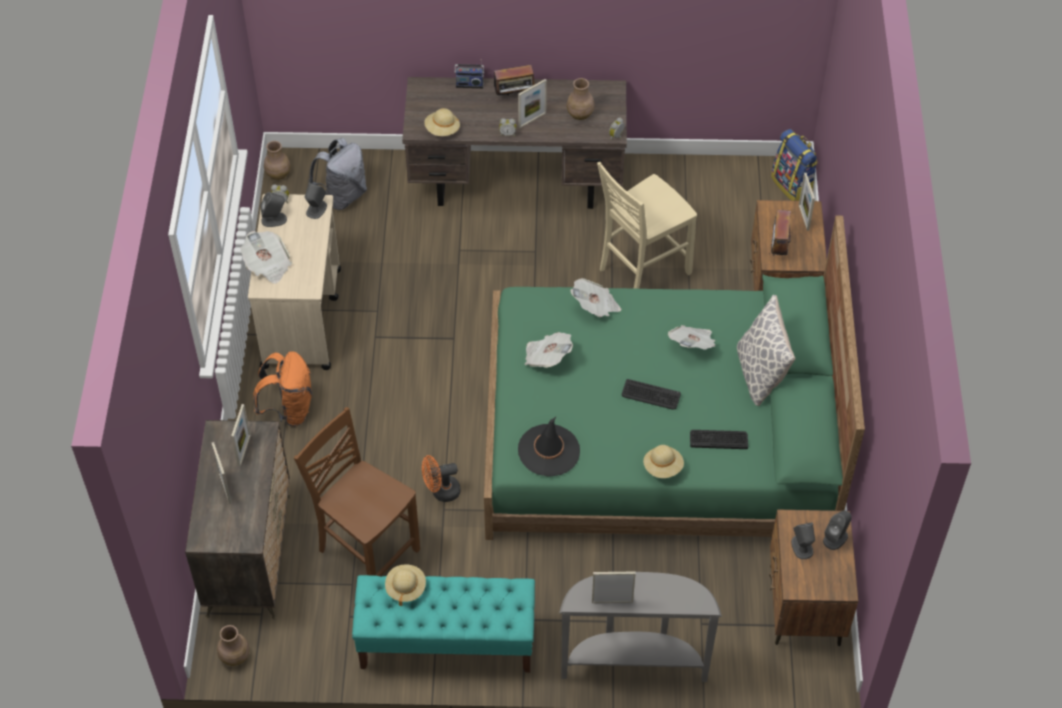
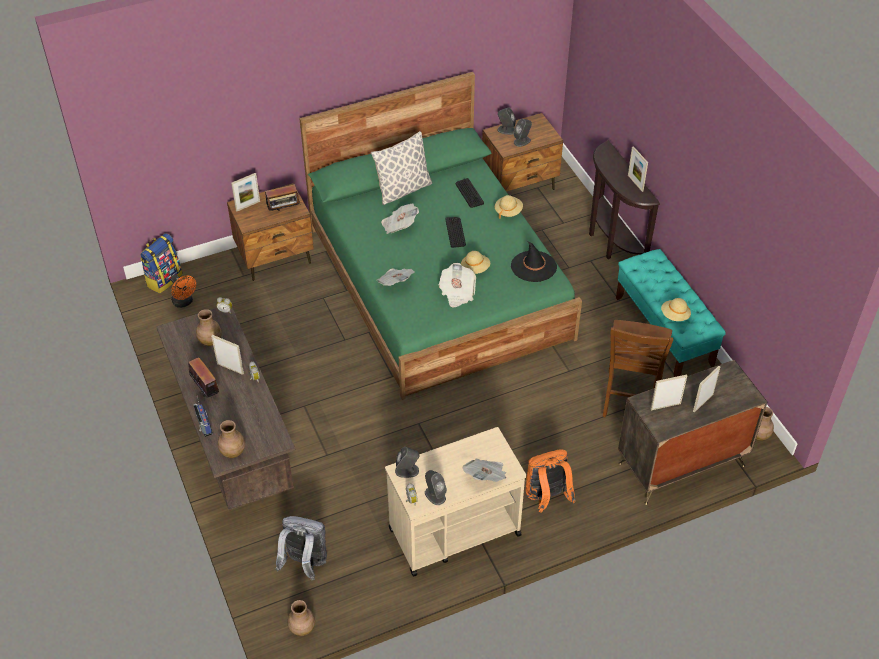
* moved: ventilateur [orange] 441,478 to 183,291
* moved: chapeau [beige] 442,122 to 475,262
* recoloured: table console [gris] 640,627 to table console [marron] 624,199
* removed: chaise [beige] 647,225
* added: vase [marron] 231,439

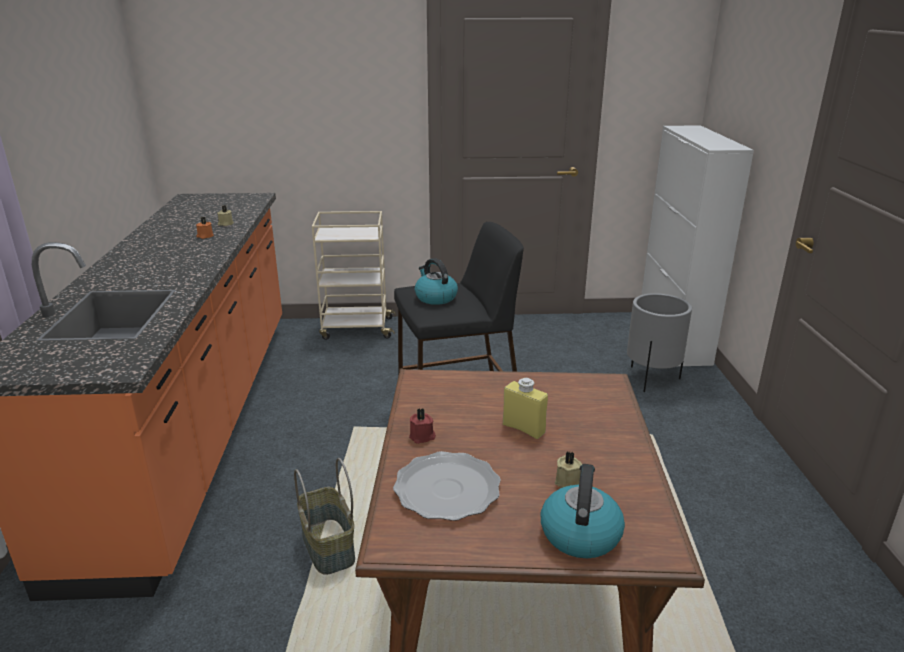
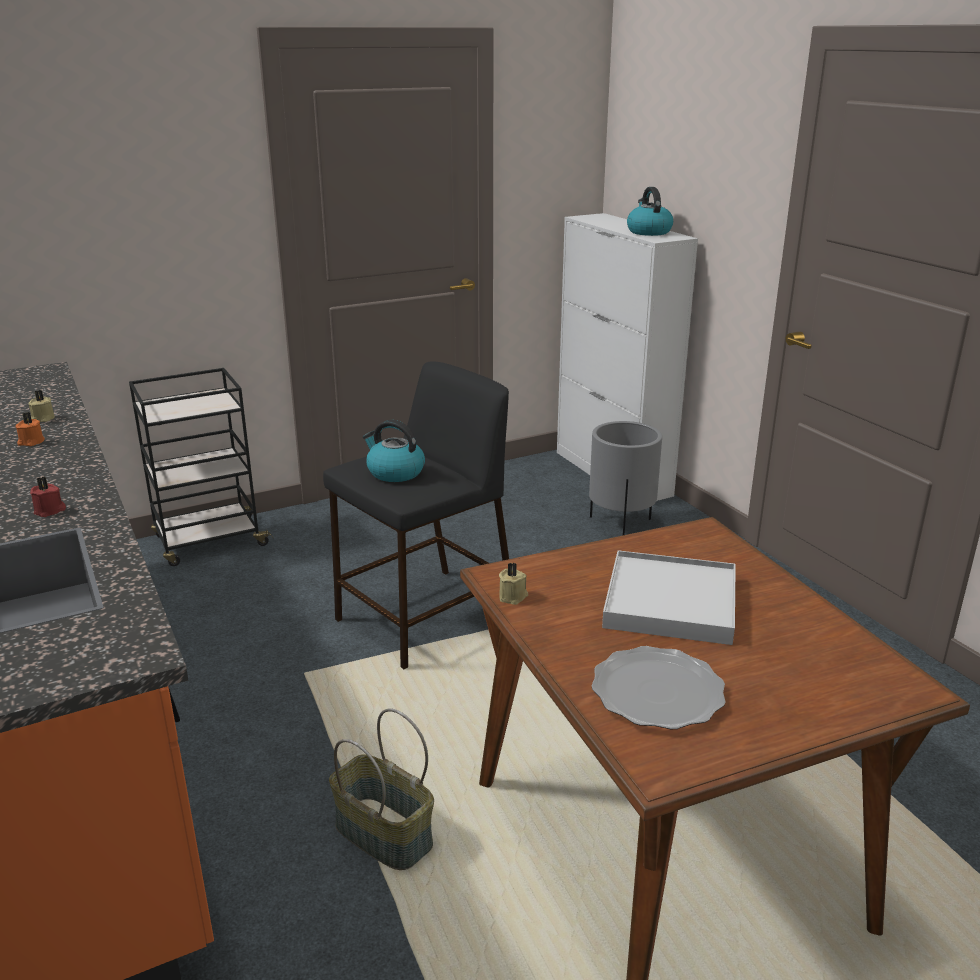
* recoloured: chariot [beige] 354,275 to chariot [noir] 201,467
* moved: bougie [rouge] 422,426 to 48,497
* replaced: bouteille [jaune] 525,408 to plateau [blanc] 669,597
* moved: bouilloire 583,511 to 650,211
* moved: bougie [beige] 568,470 to 513,584

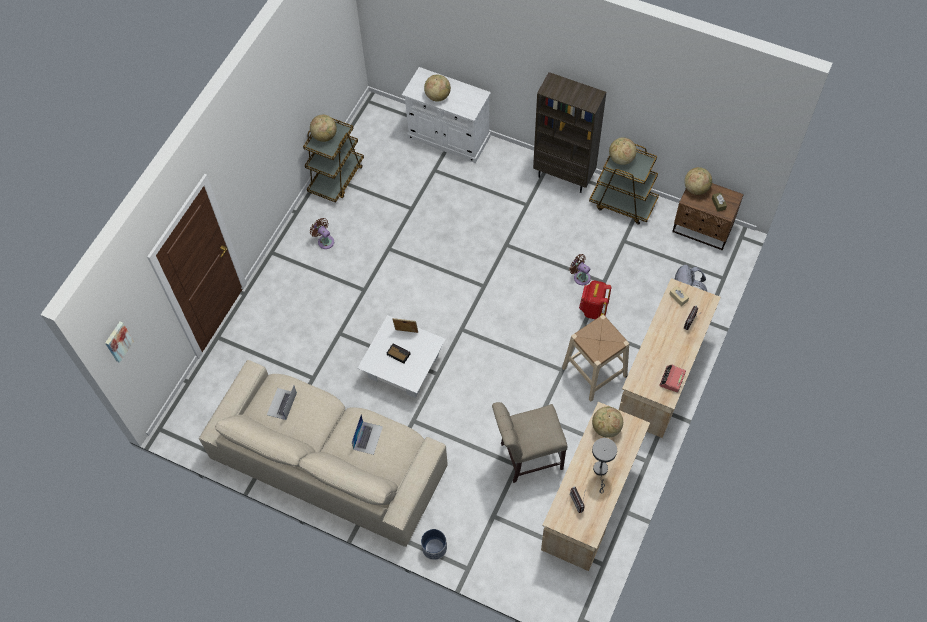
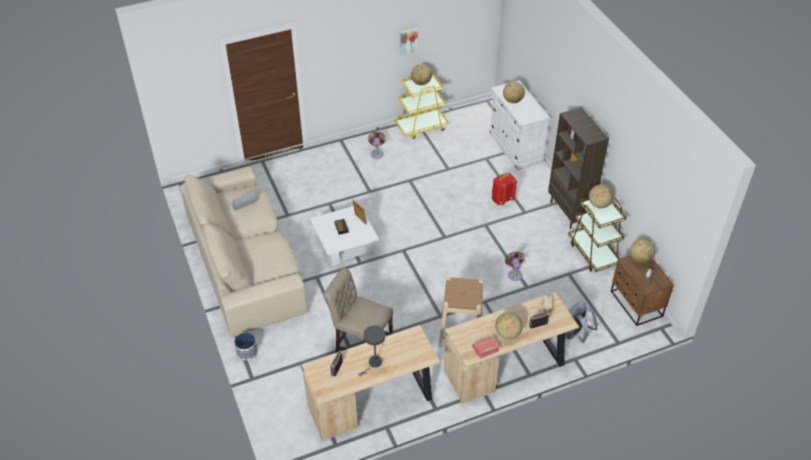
* moved: tableau 119,342 to 409,42
* recoloured: chariot [marron] 333,161 to chariot [jaune] 422,105
* removed: ordinateur portable 367,434
* moved: sac à dos [rouge] 595,299 to 504,189
* moved: globe 607,422 to 509,325

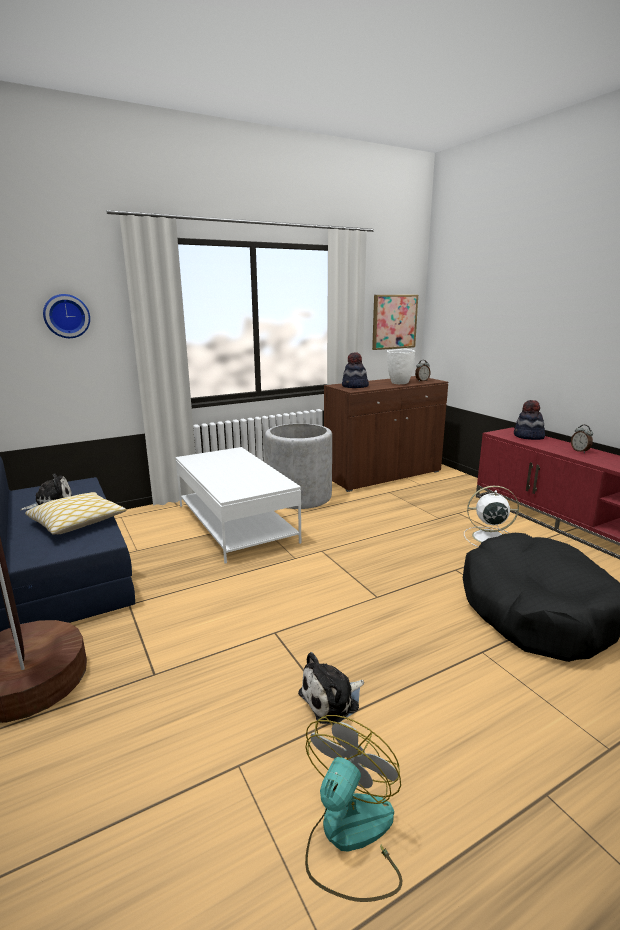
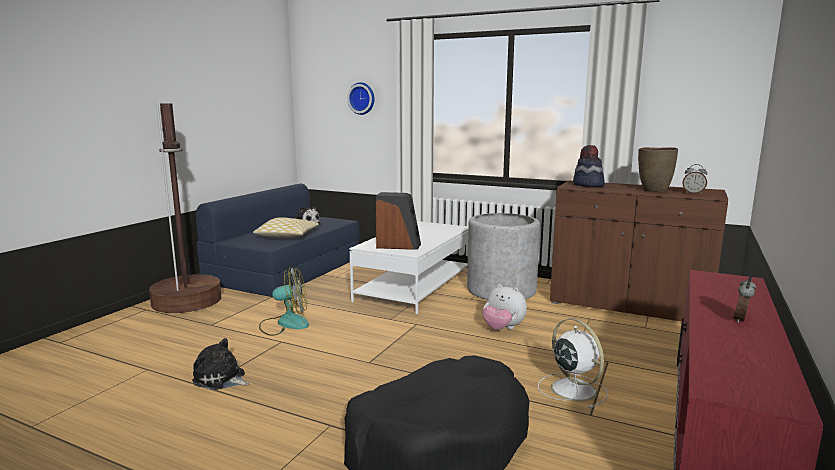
* moved: ventilateur 353,808 to 284,301
* removed: tableau 395,322
* recoloured: vase [blanc] 401,366 to vase [marron] 658,169
* removed: chapeau 529,420
* added: enceinte 398,221
* added: peluche 504,307

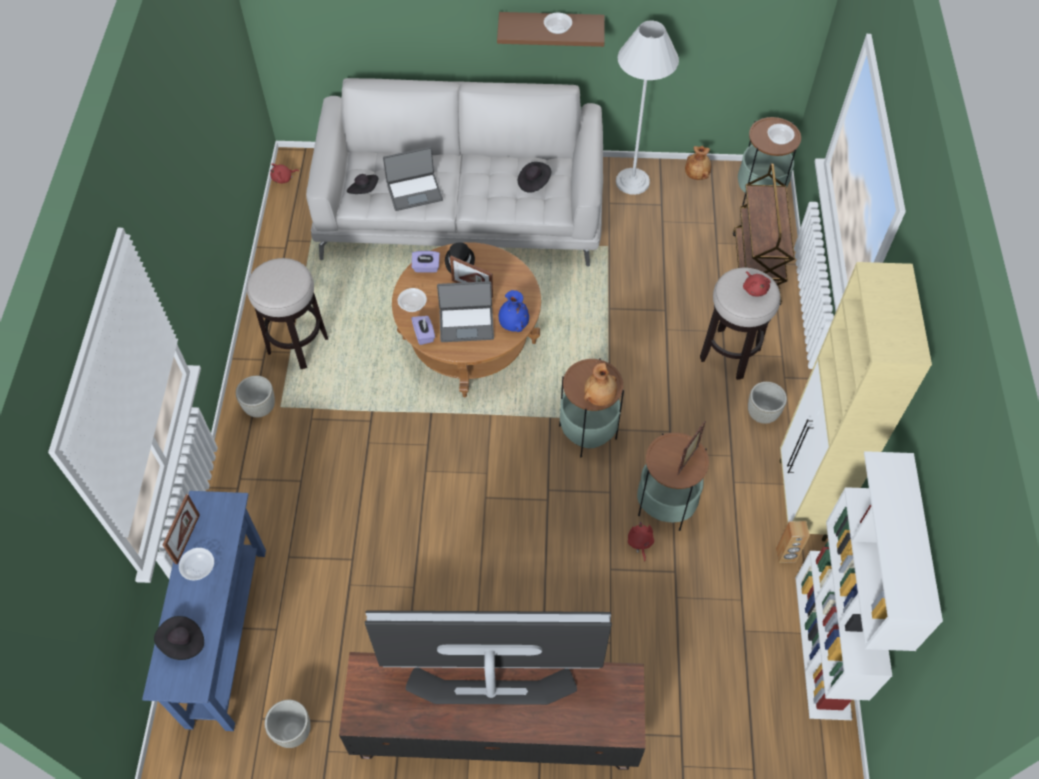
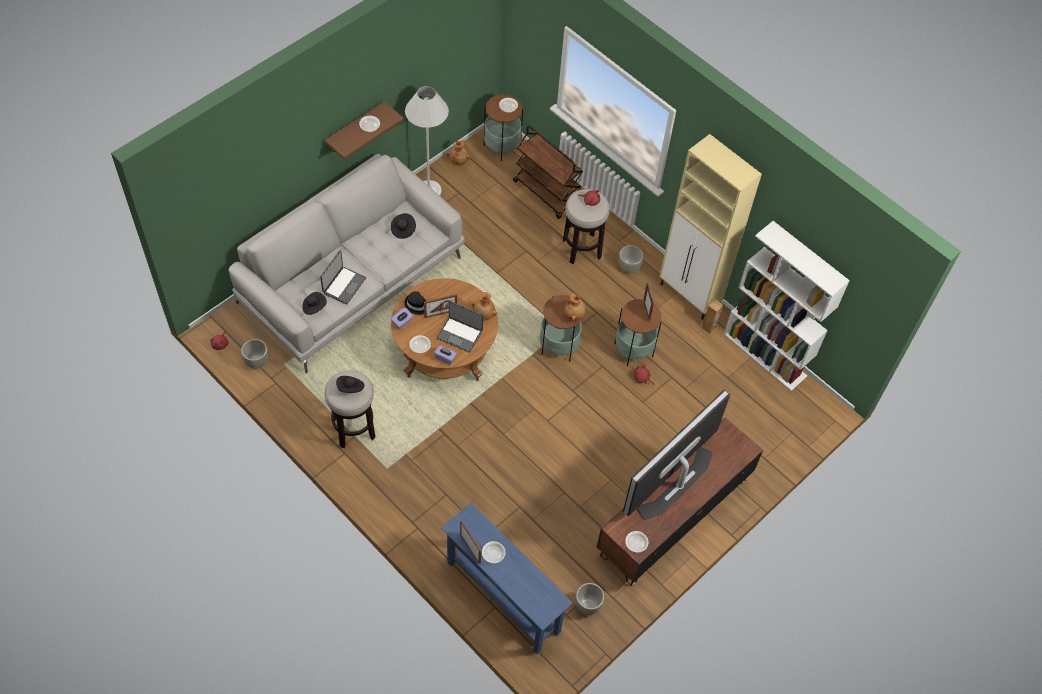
* moved: chapeau [noir] 179,638 to 350,384
* moved: cache-pot [gris] 255,396 to 254,354
* turned: ordinateur portable 465,311 = 459,327 75 degrees clockwise
* recoloured: vase [bleu] 514,311 to vase [marron] 484,306
* added: bol 636,541

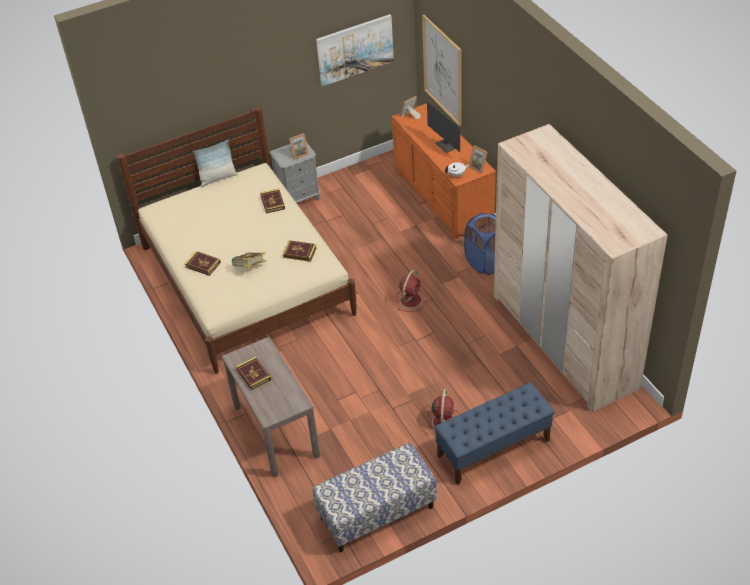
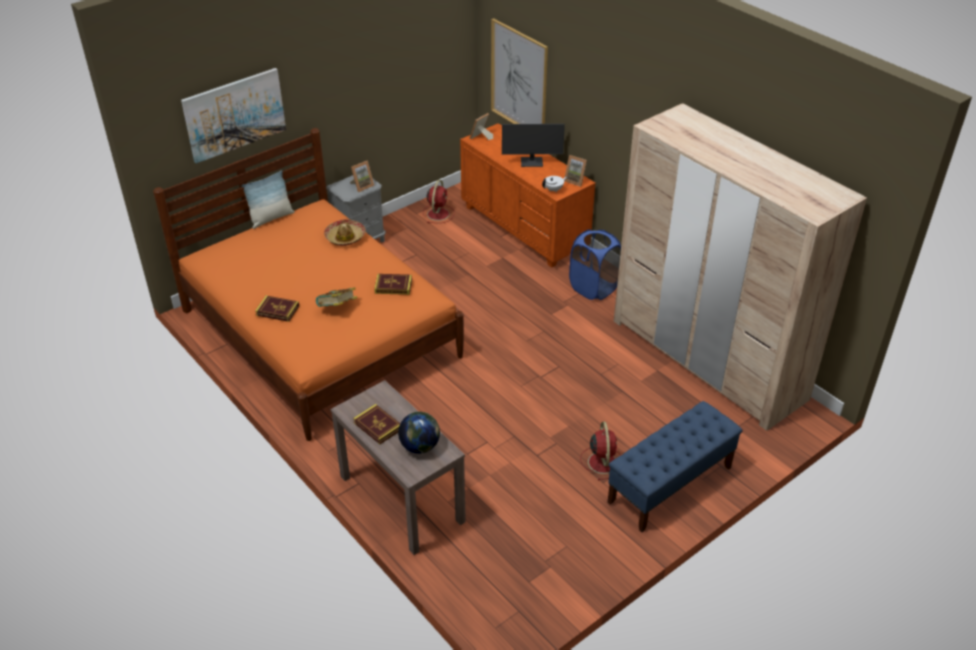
* recoloured: lit [beige] 236,239 to lit [orange] 308,284
* replaced: livre 272,201 to chapeau 345,232
* removed: banc 375,497
* moved: tableau 355,50 to 233,116
* moved: ventilateur [rouge] 411,291 to 439,201
* turned: écran d'ordinateur 443,127 = 533,145 45 degrees counterclockwise
* added: globe 419,433

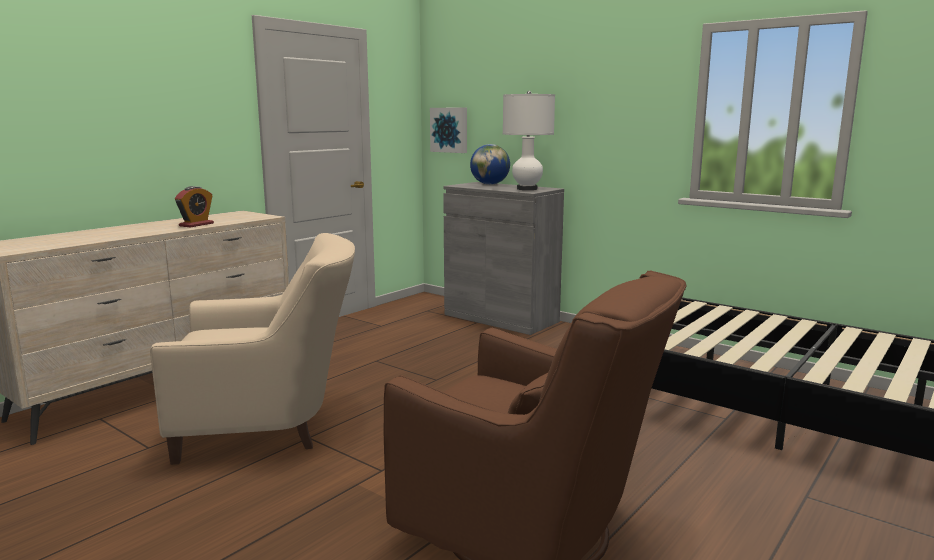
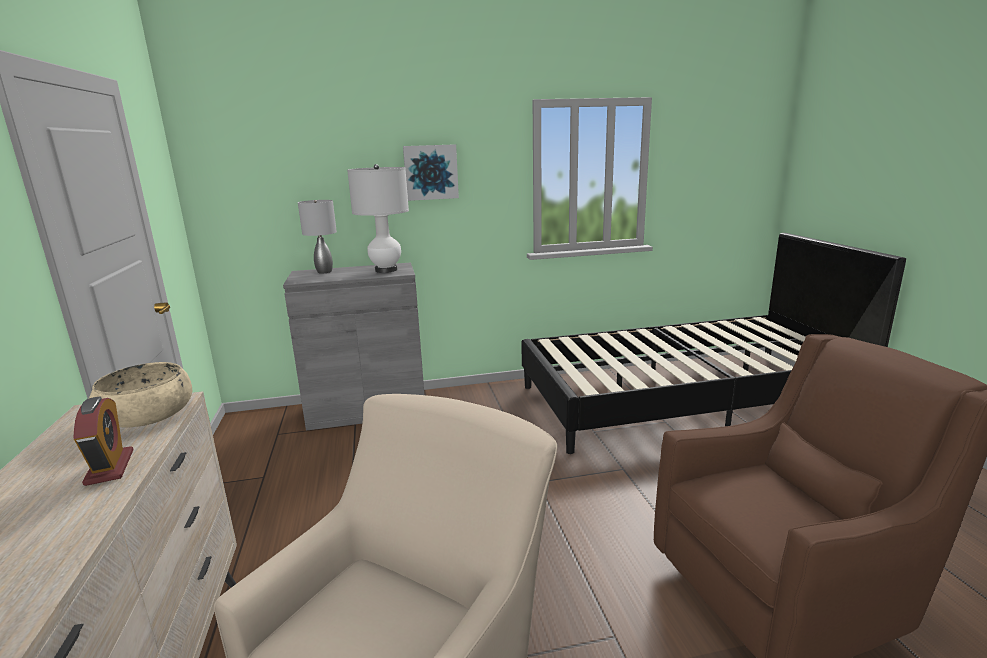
* moved: tableau 448,130 to 431,172
* replaced: globe 490,164 to lampe de table [gris] 317,236
* added: bol [beige] 140,395

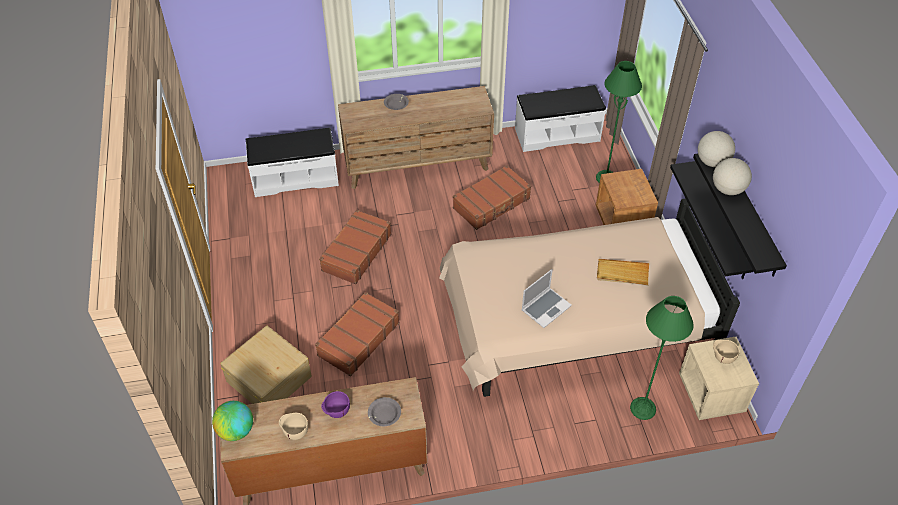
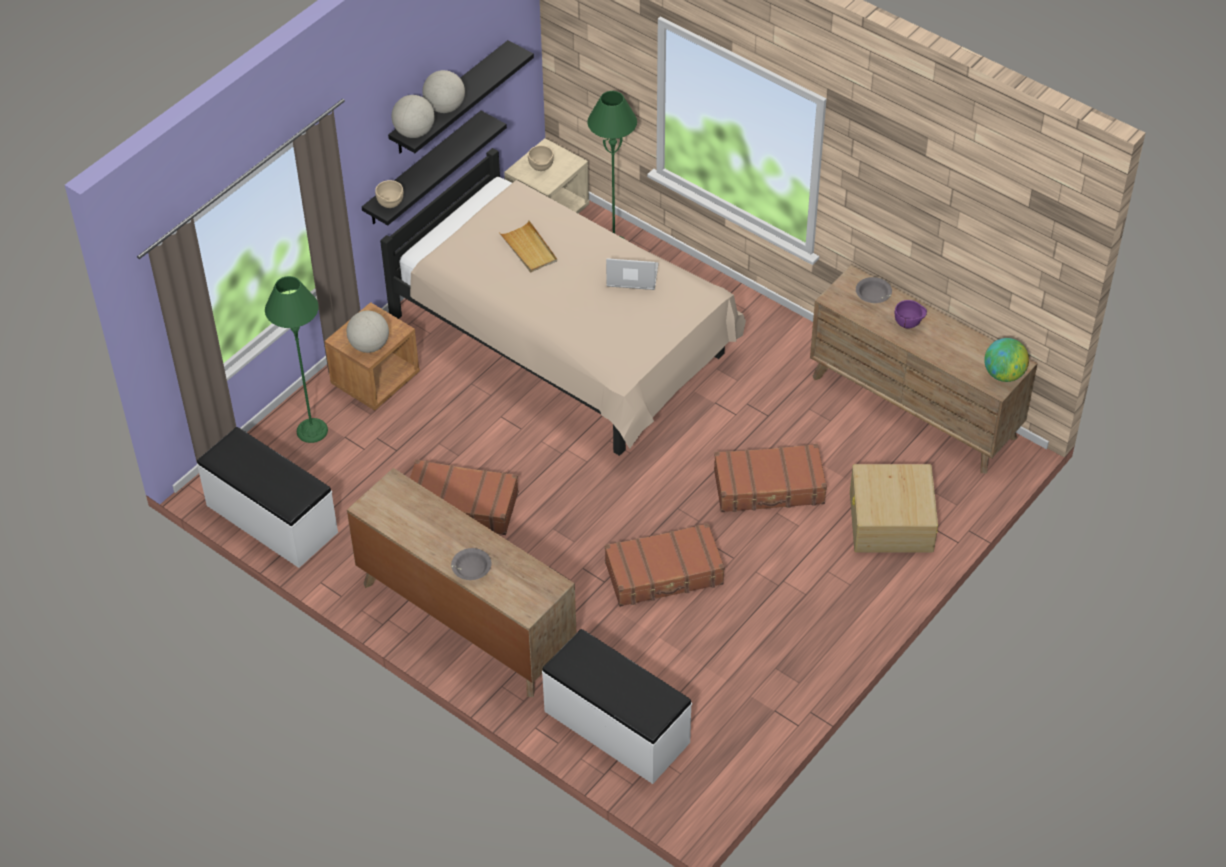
* moved: bol [beige] 293,426 to 389,194
* added: globe 367,331

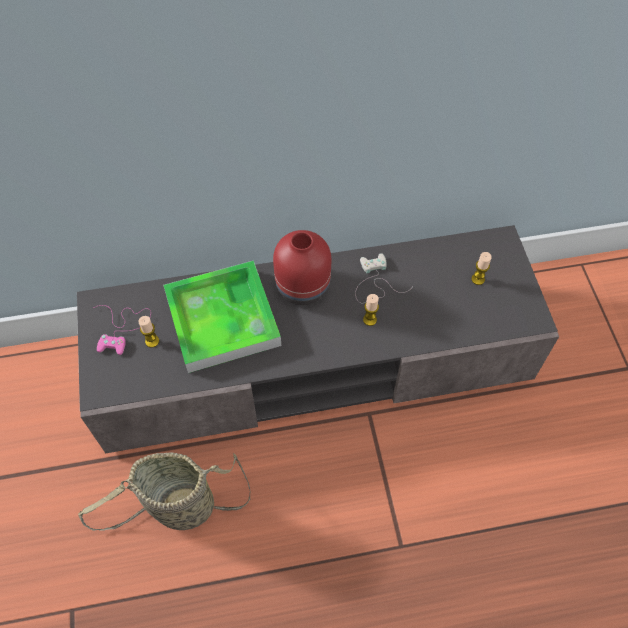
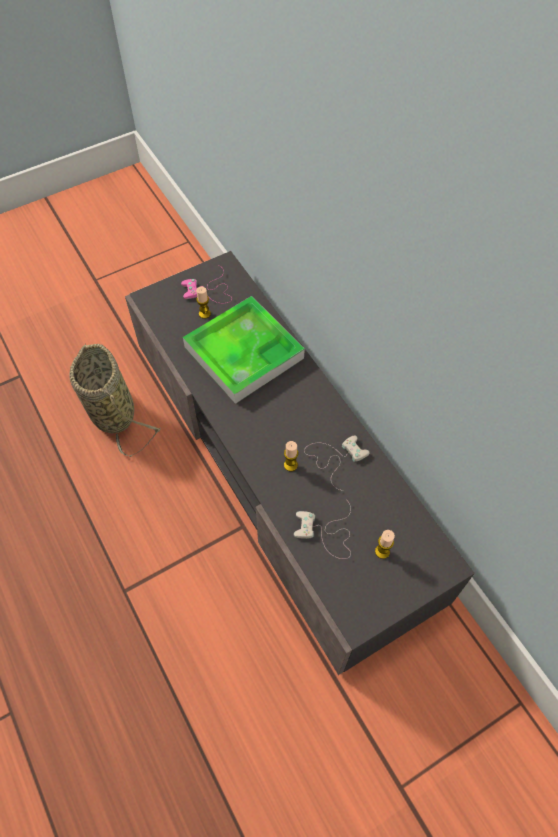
* removed: vase [rouge] 302,267
* added: manette [blanc] 322,529

